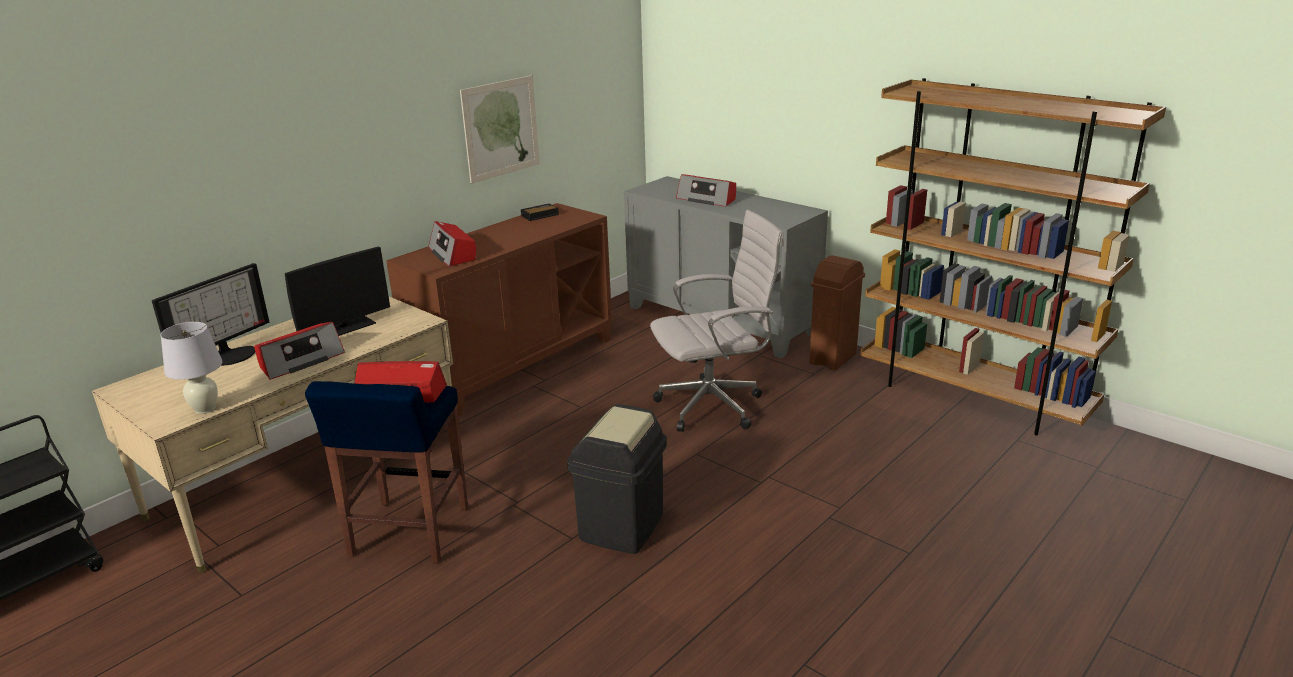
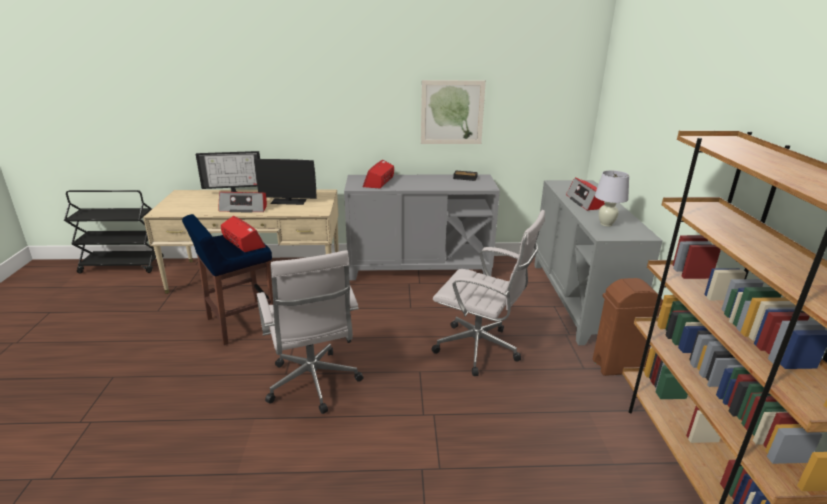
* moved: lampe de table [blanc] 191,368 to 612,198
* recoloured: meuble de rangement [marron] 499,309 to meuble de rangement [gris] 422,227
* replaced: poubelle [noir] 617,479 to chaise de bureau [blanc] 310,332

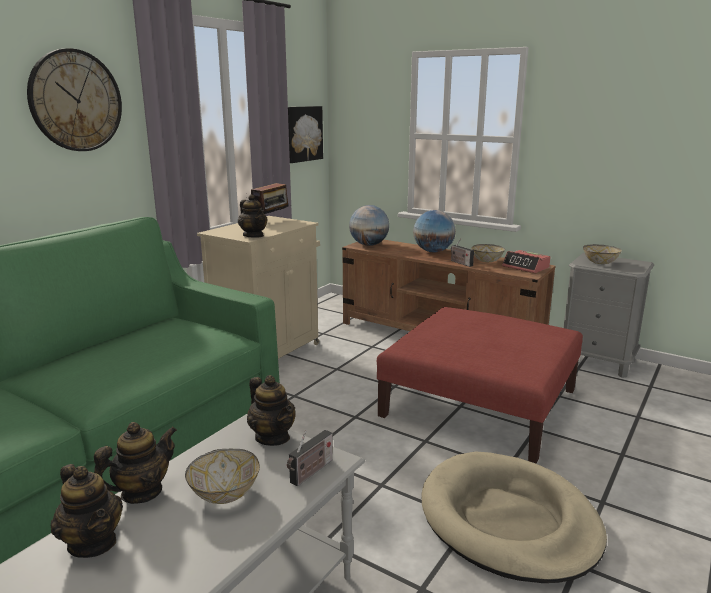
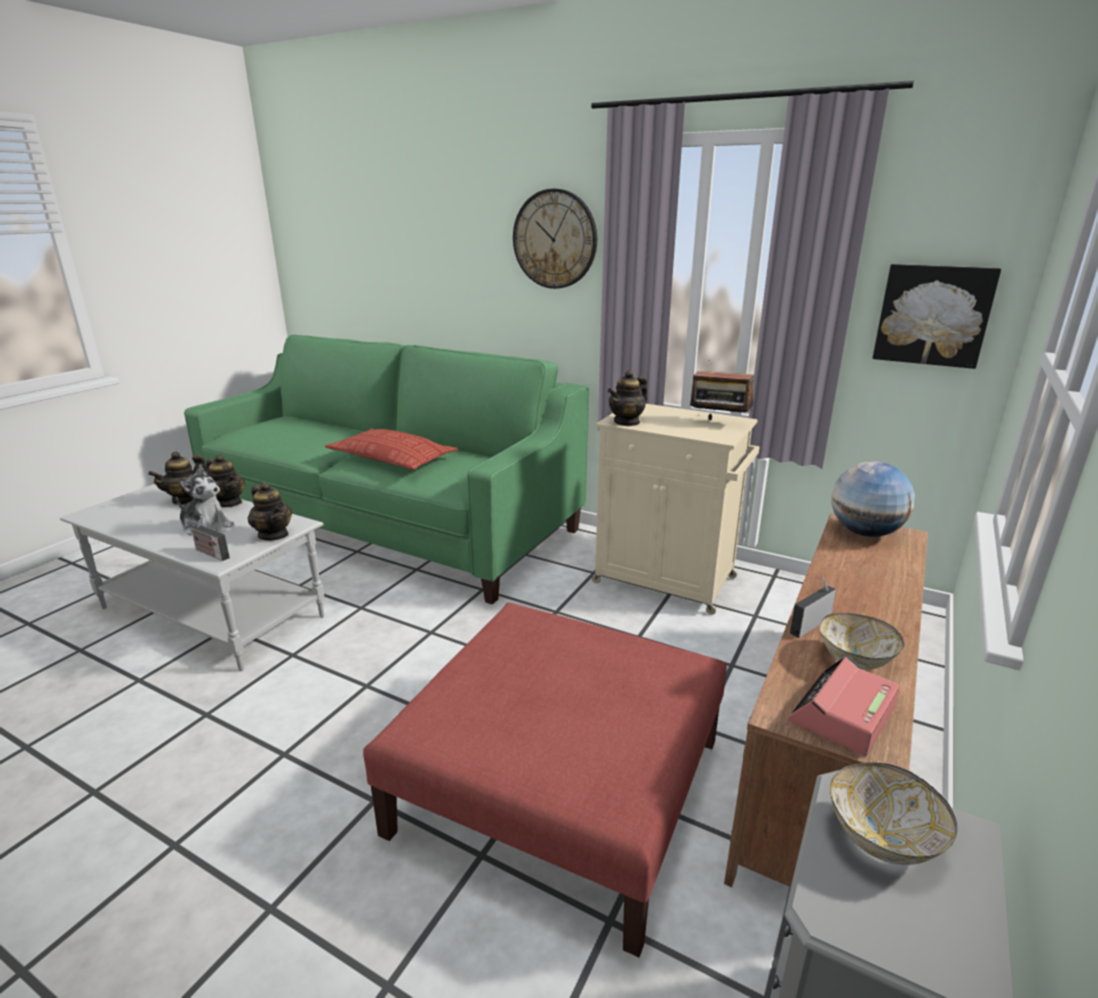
* replaced: bol 222,476 to peluche 205,499
* turned: théière 271,410 = 270,511 90 degrees counterclockwise
* removed: globe 434,231
* removed: panier pour chien [beige] 514,517
* added: coussin 391,449

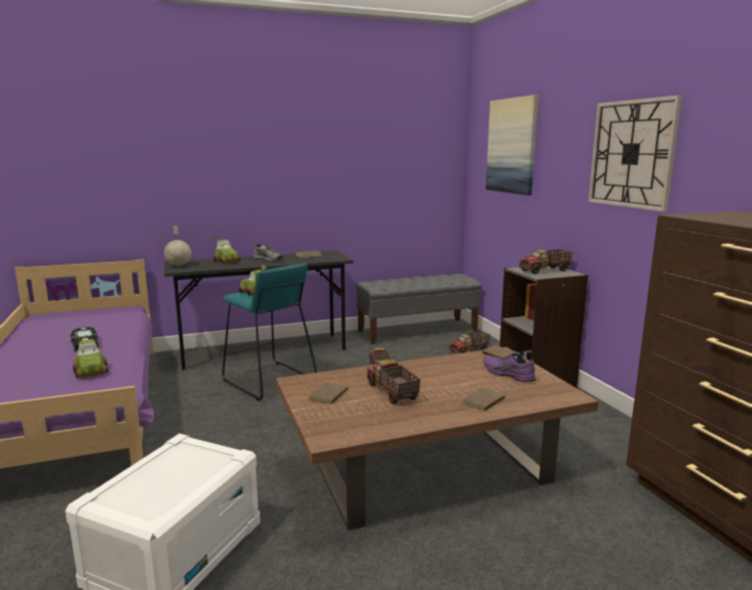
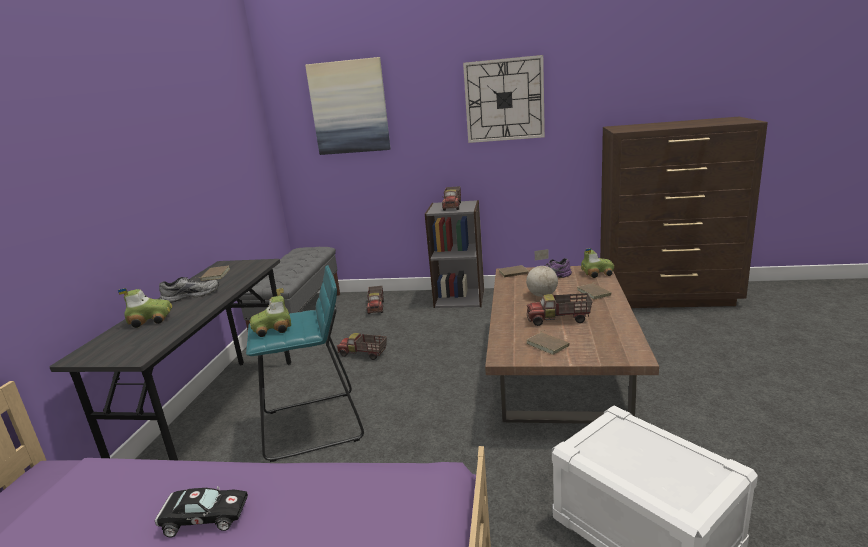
* moved: petite voiture 90,356 to 597,263
* moved: globe 177,245 to 542,273

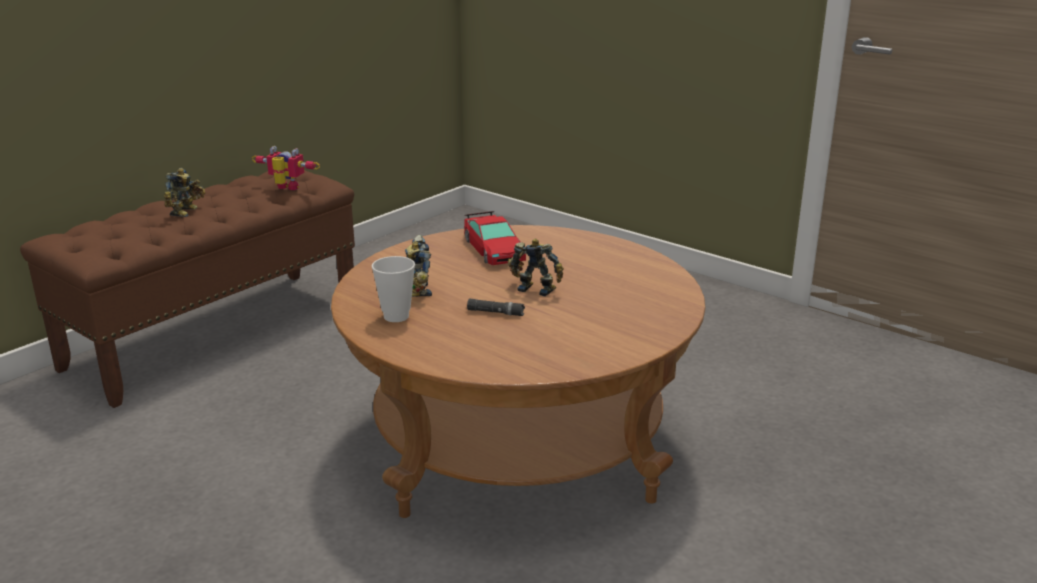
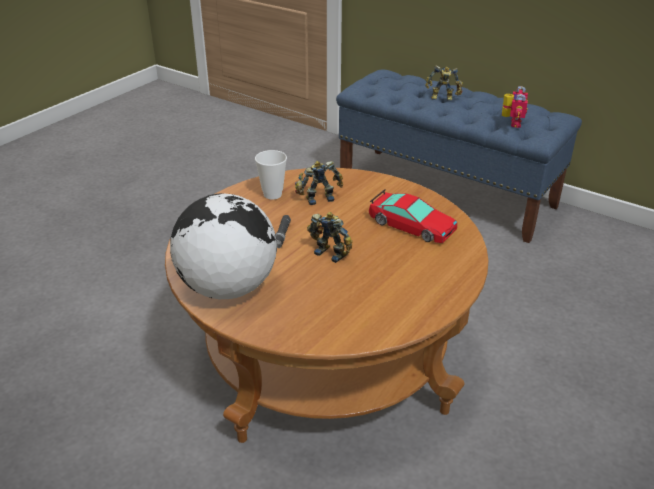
* recoloured: banc [marron] 187,289 to banc [bleu] 459,156
* turned: petite voiture 495,238 = 413,216 120 degrees counterclockwise
* turned: robot jouet 536,267 = 330,237 75 degrees counterclockwise
* added: globe 223,246

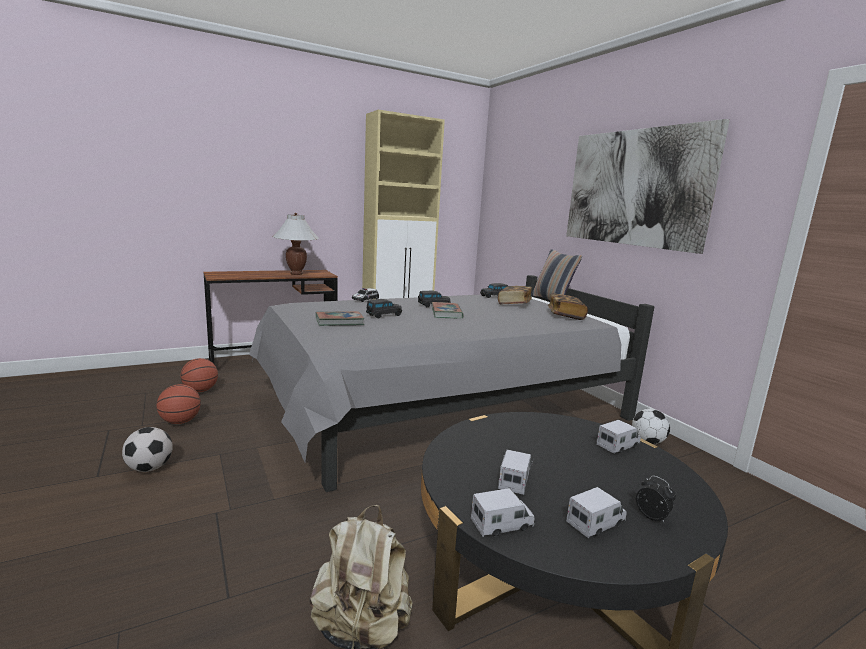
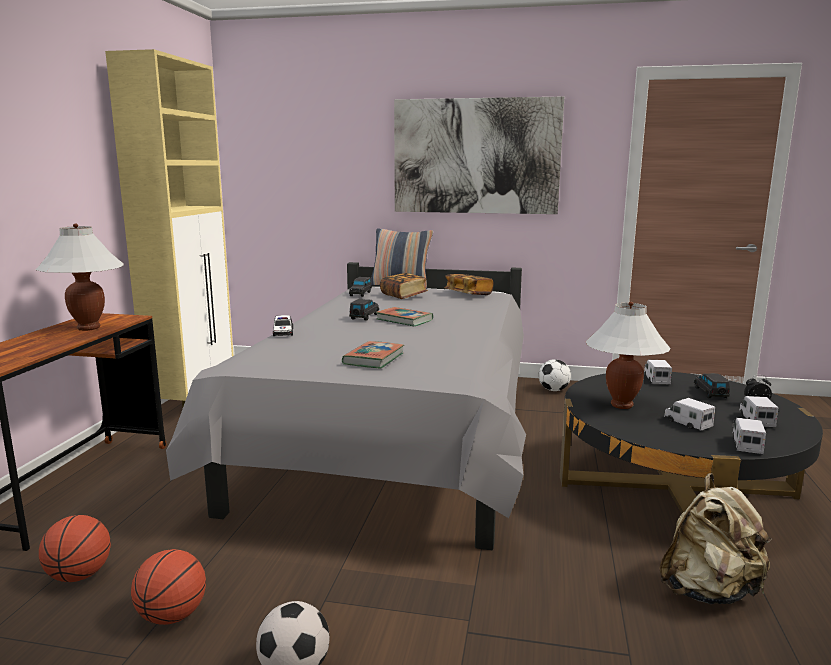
* moved: petite voiture [noir] 384,308 to 712,386
* added: lampe de table [blanc] 628,355

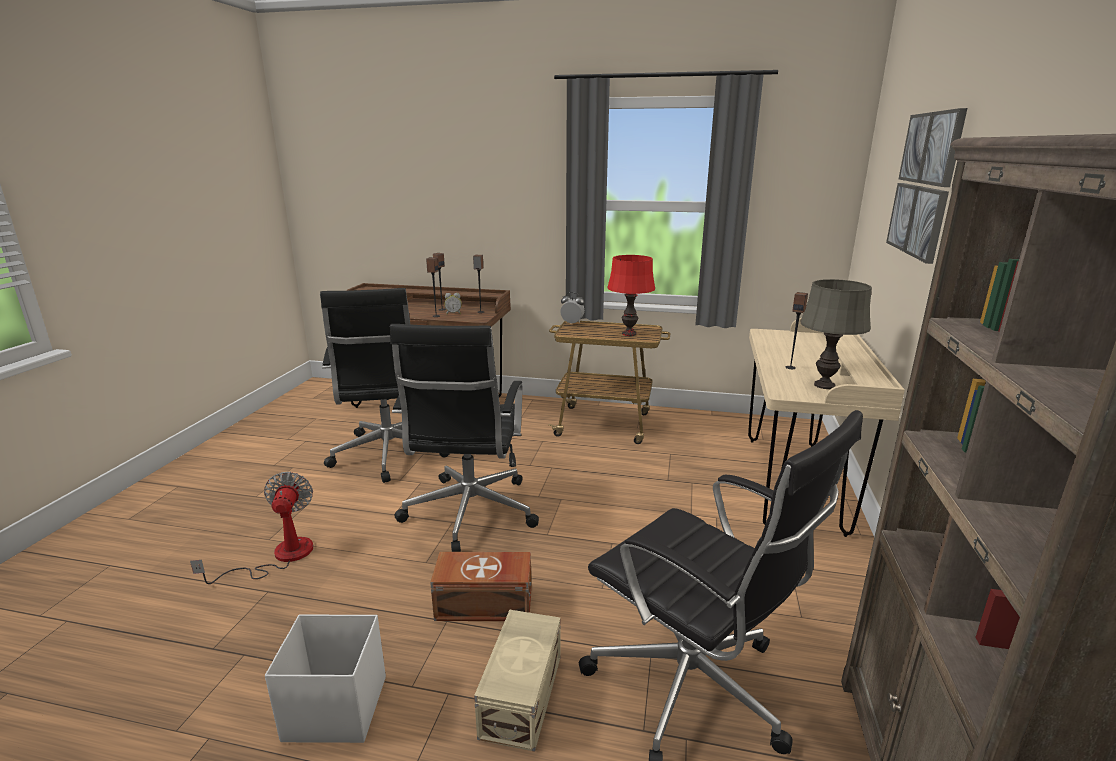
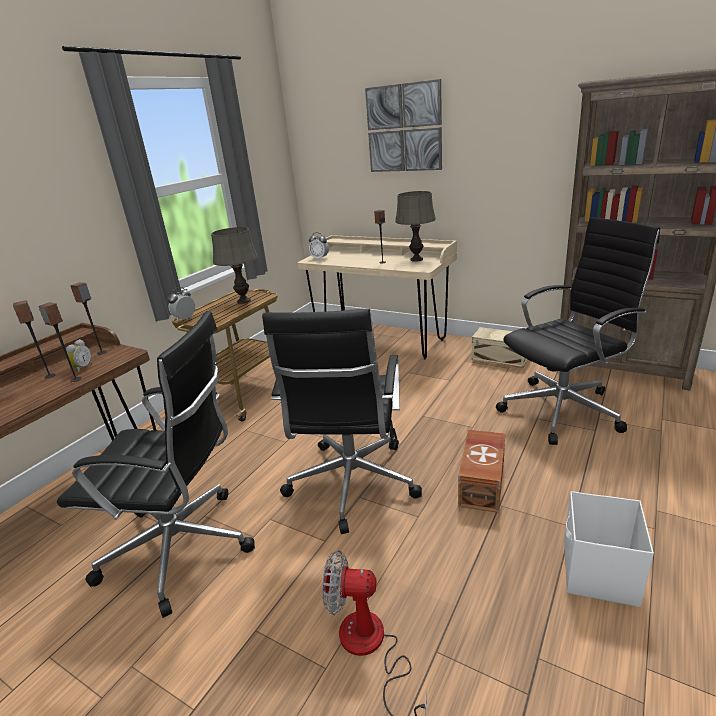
* turned: chaise de bureau [noir] 464,438 = 342,421 75 degrees clockwise
* moved: boîte de rangement [beige] 517,681 to 500,347
* recoloured: lampe de table [rouge] 631,295 to lampe de table [gris] 234,265
* added: réveil 319,245

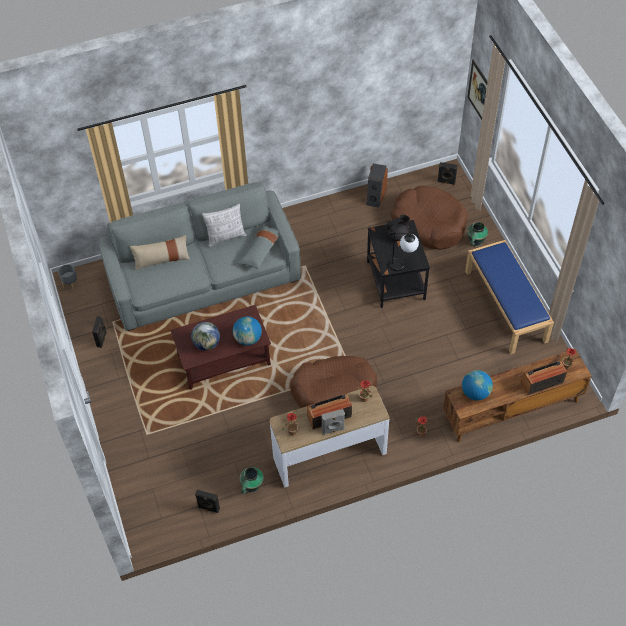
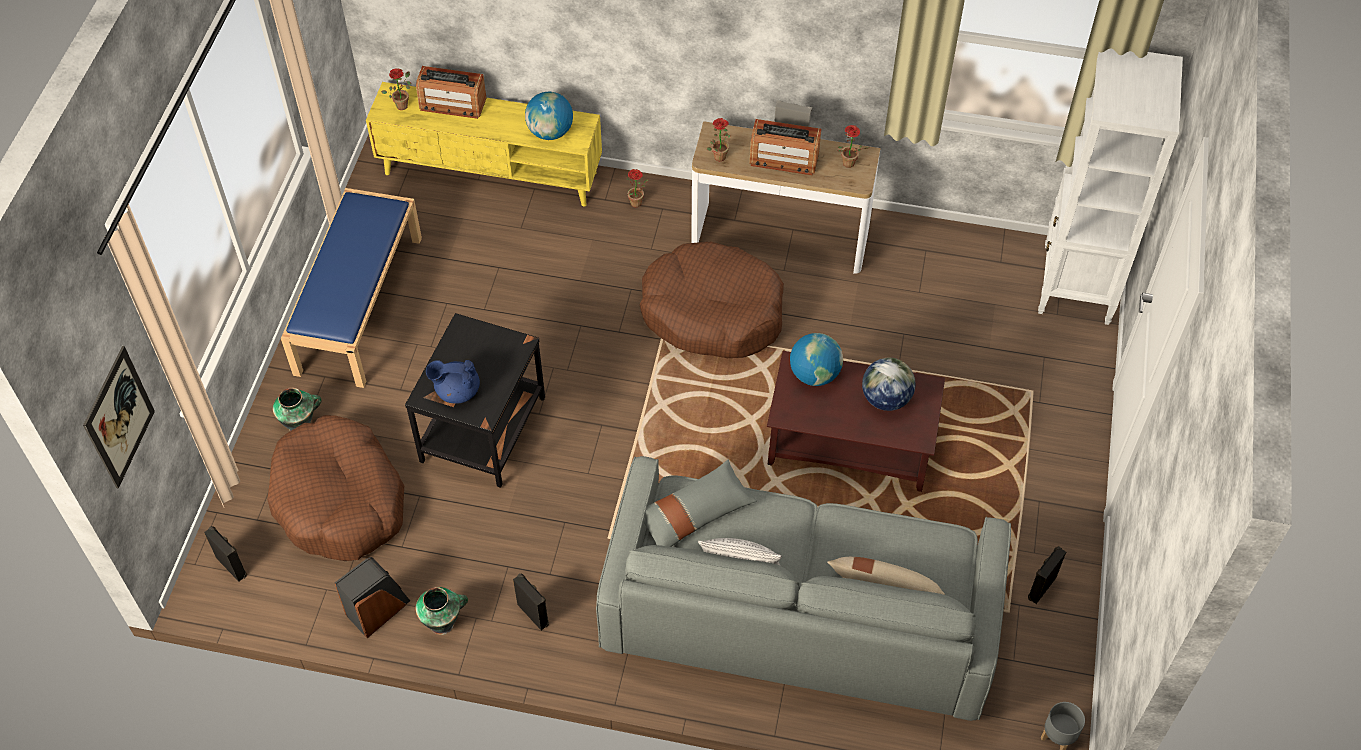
* moved: enceinte [noir] 207,501 to 531,601
* moved: vase 251,480 to 441,611
* recoloured: théière [noir] 397,228 to théière [bleu] 453,382
* removed: lampe de table 404,251
* recoloured: meuble télé [marron] 517,395 to meuble télé [jaune] 484,144
* added: bibliothèque [blanc] 1110,186

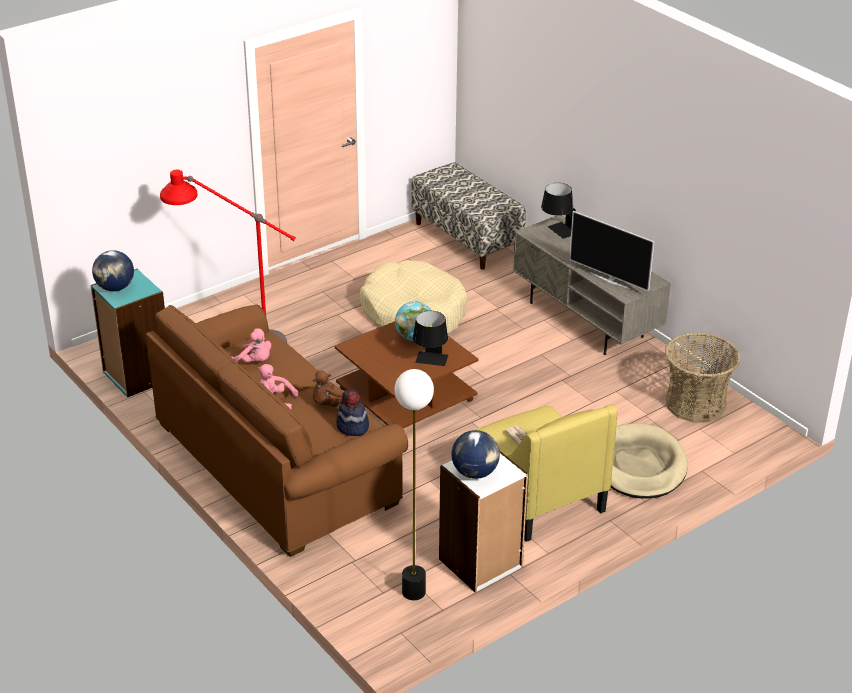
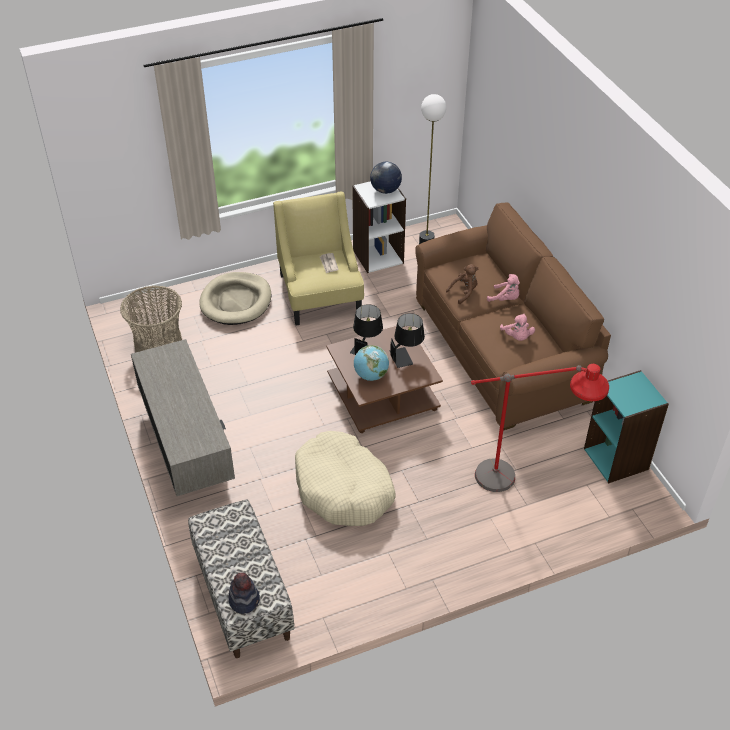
* removed: globe 113,270
* turned: peluche [rose] 251,345 = 517,327 150 degrees counterclockwise
* moved: chapeau 352,412 to 244,593
* moved: lampe de table [noir] 558,211 to 407,340
* removed: téléviseur 611,251

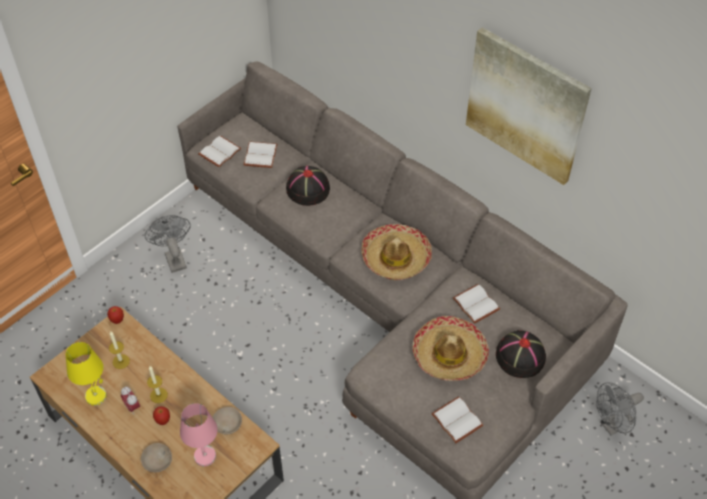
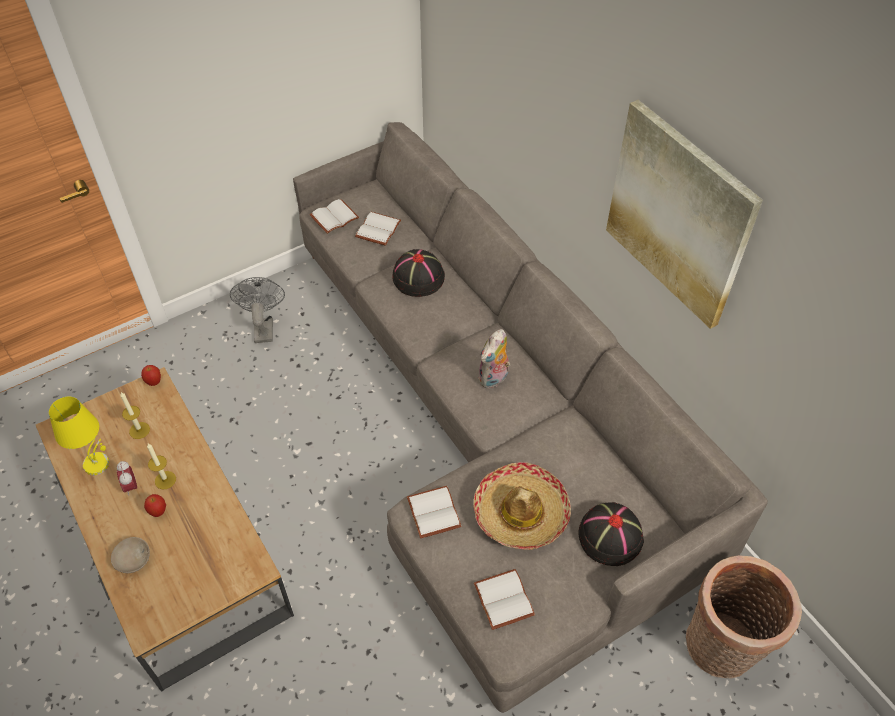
* removed: lampe de table [rose] 199,434
* removed: bol [beige] 227,420
* replaced: chapeau 397,252 to peluche 494,359
* moved: livre [blanc] 476,304 to 434,512
* replaced: ventilateur [gris] 620,408 to panier 744,617

